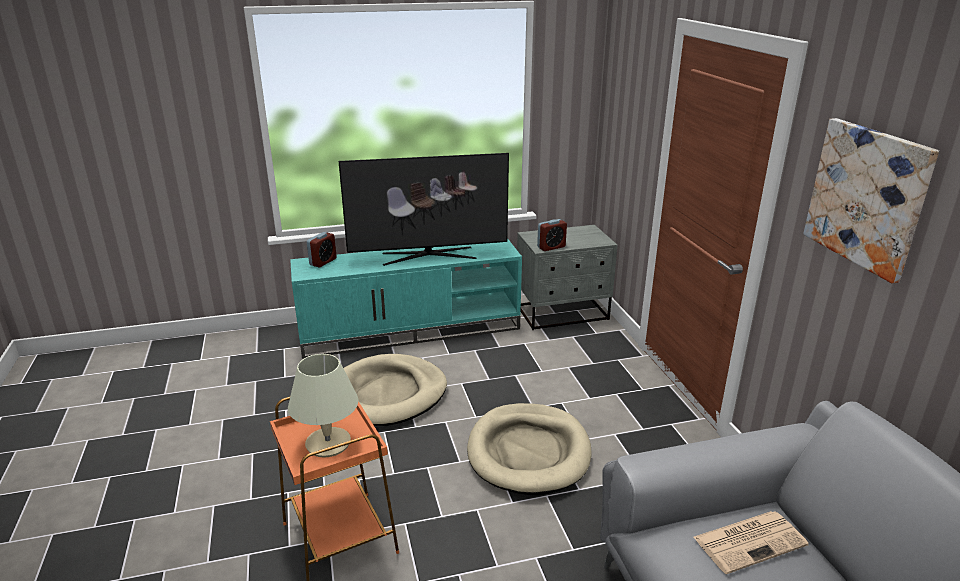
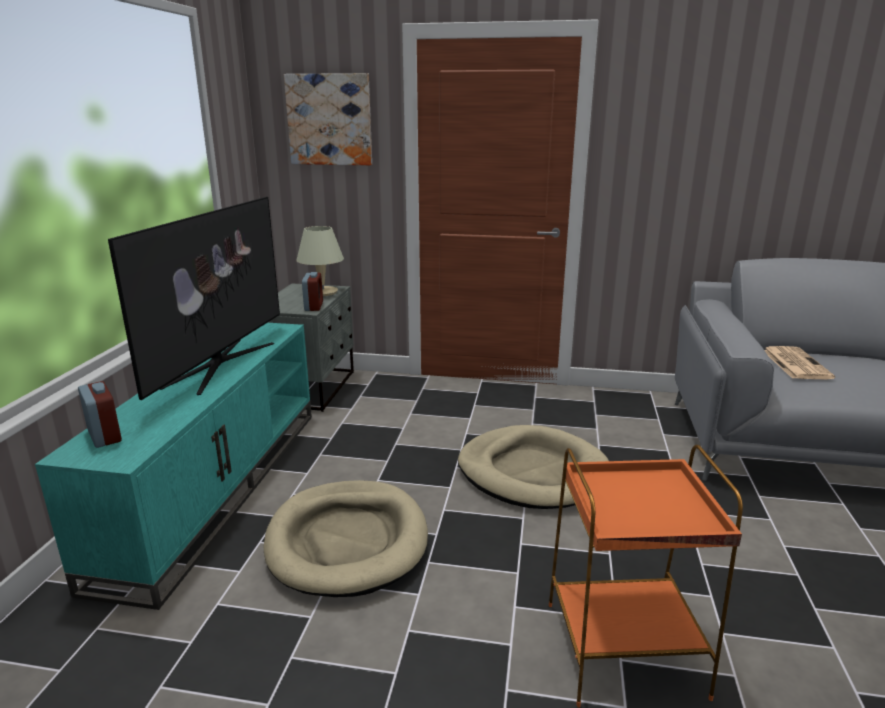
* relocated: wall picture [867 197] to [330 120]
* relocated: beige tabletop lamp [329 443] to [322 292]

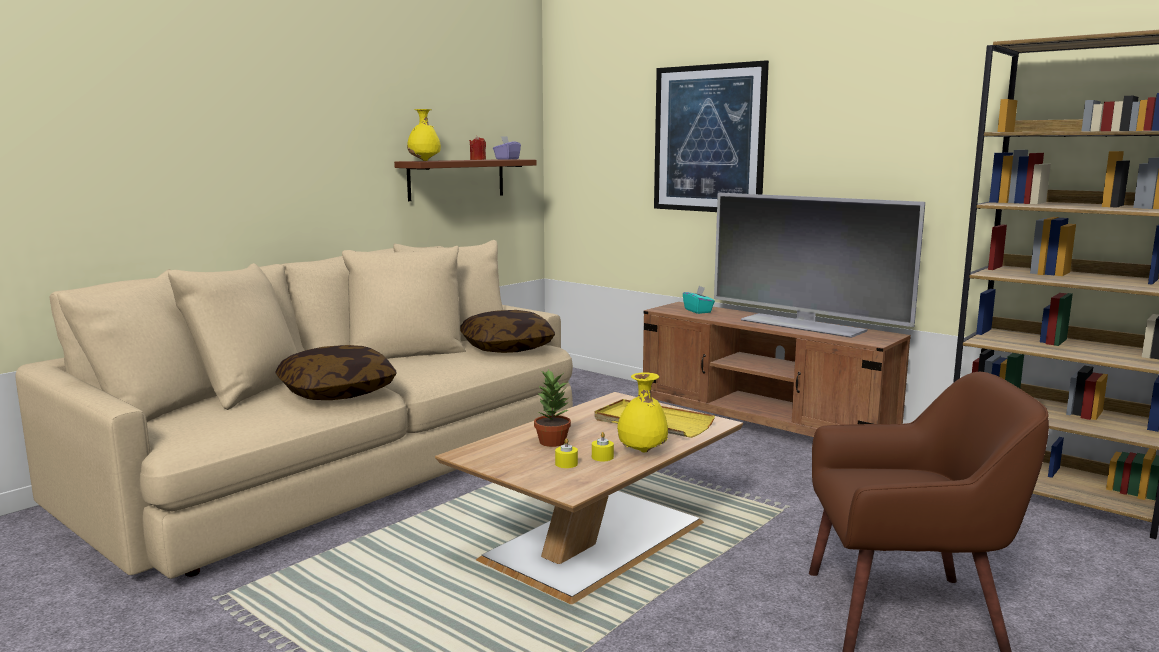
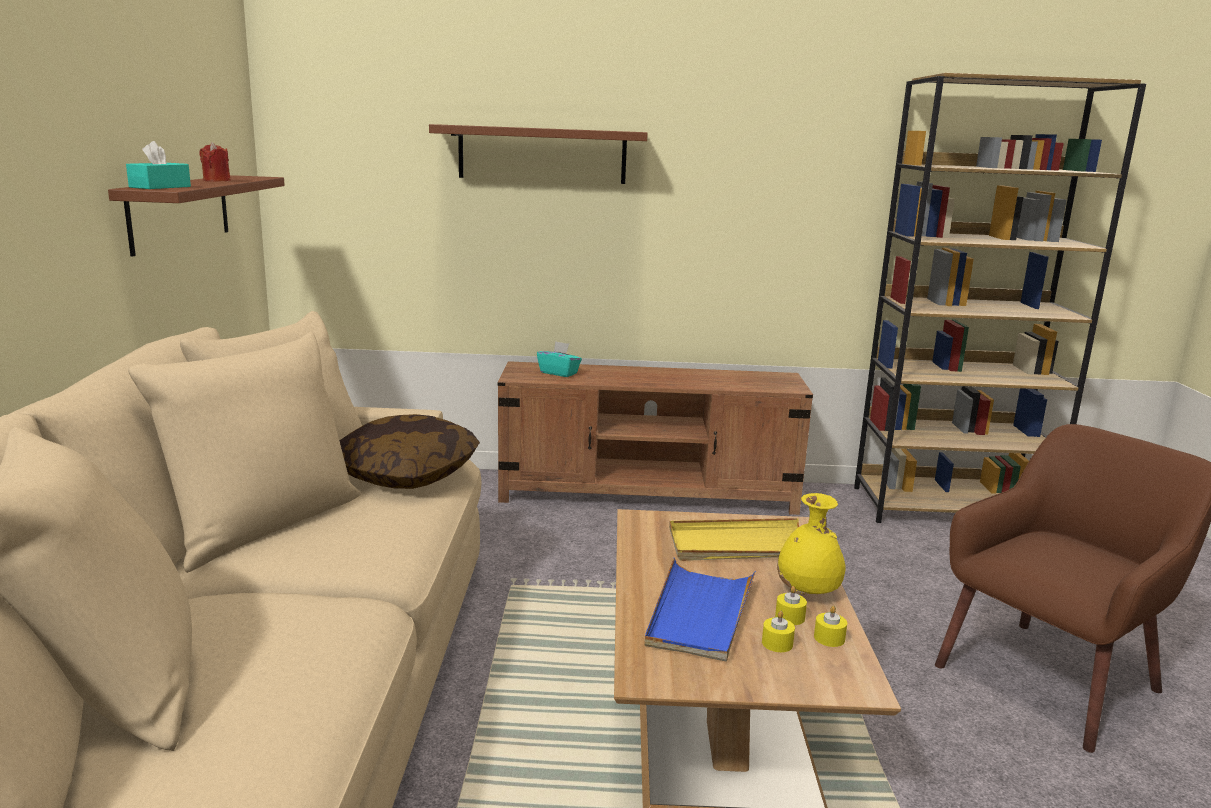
* exchanged: wall picture [708 139] to brown shelf [542 154]
* exchanged: yellow flower vase [424 160] to turquoise box of tissues [160 187]
* missing: purple box of tissues [507 159]
* missing: TV [803 325]
* missing: throw pillow [337 392]
* exchanged: plant in a pot [551 442] to bluish serving tray [699 613]
* appeared: yellow wax light [829 638]

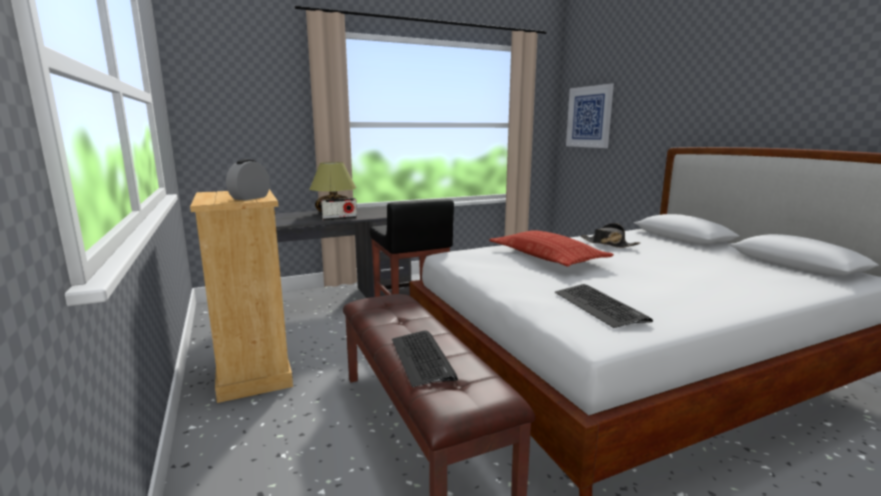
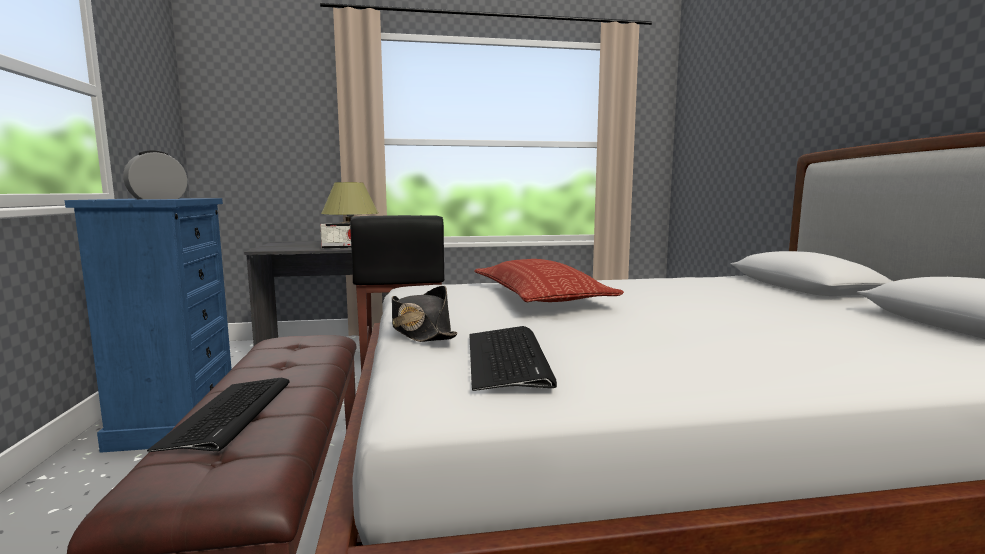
* missing: wall picture [589 117]
* colour: beige chest of drawers [253 372] to bluish chest of drawers [176 421]
* relocated: black-coloured hat [608 244] to [421 331]

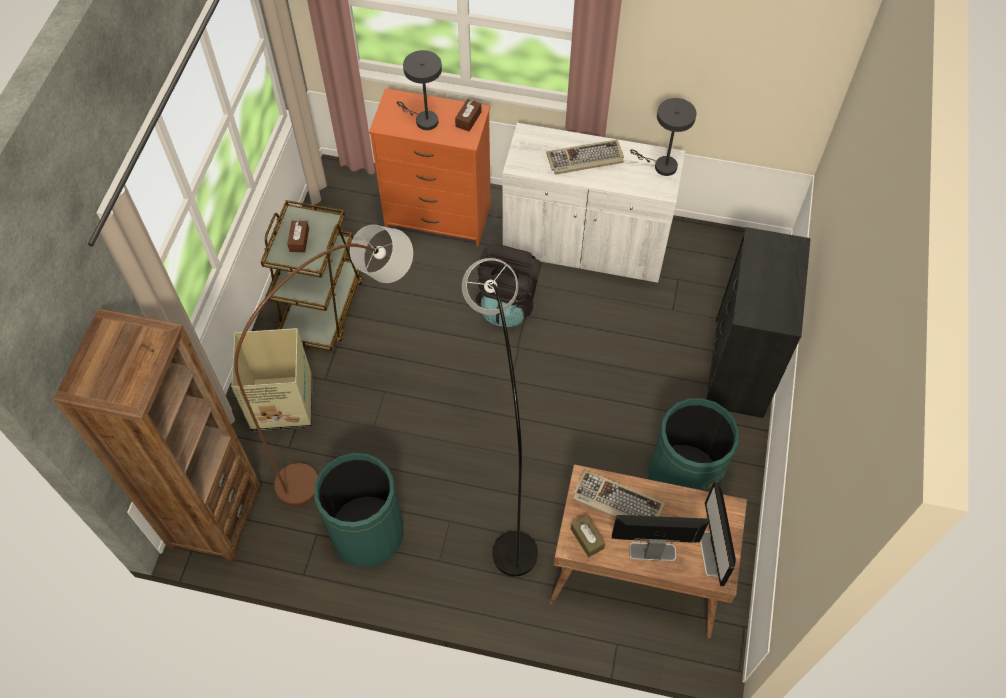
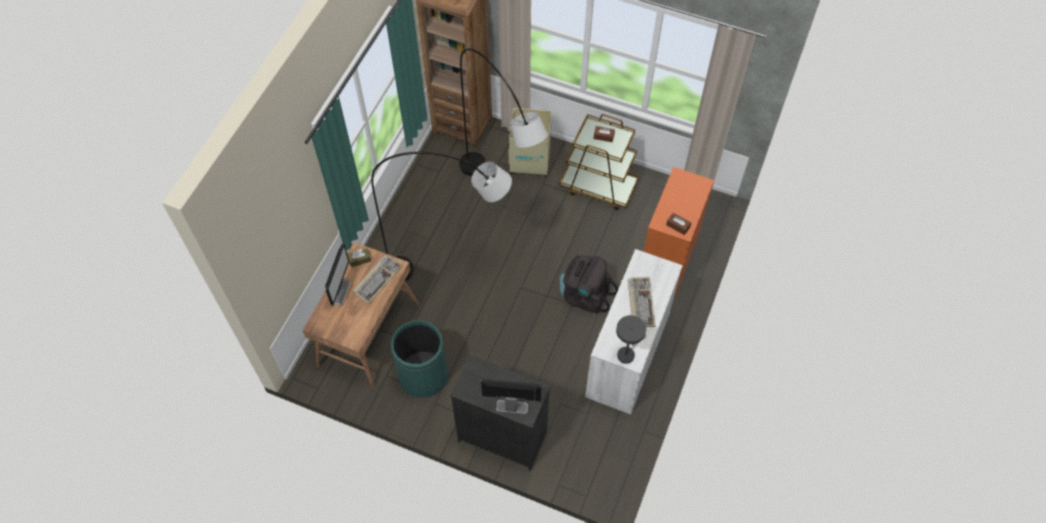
* missing: grey tabletop lamp [423 120]
* colour: brown floor lamp [357 430] to grey floor lamp [502 198]
* missing: green-coloured waste bin [367 533]
* relocated: computer screen [711 554] to [511 407]

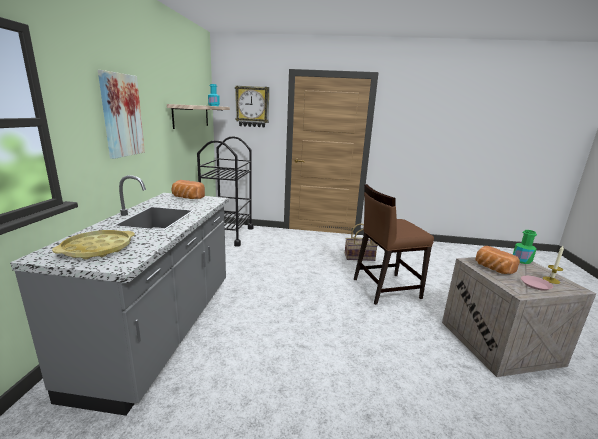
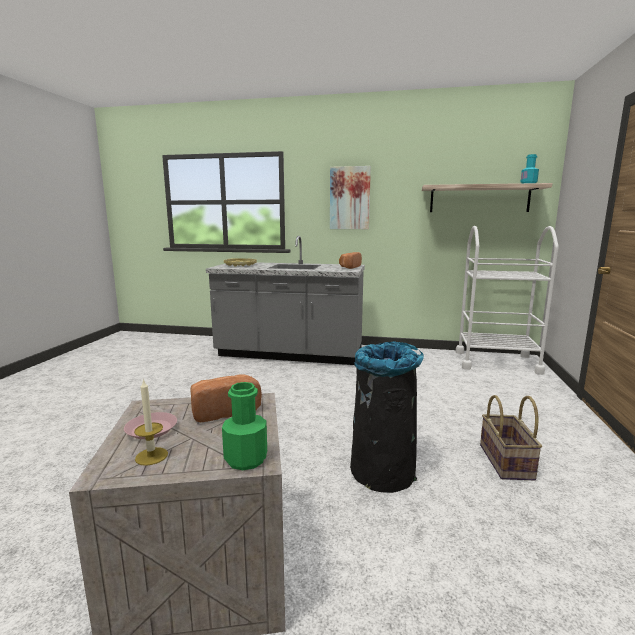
* missing: clock on the wall [252 106]
* colour: black-coloured wheeled cart [228 235] to white-coloured wheeled cart [496 362]
* exchanged: brown upright chair [385 288] to black-coloured waste bin [382 470]

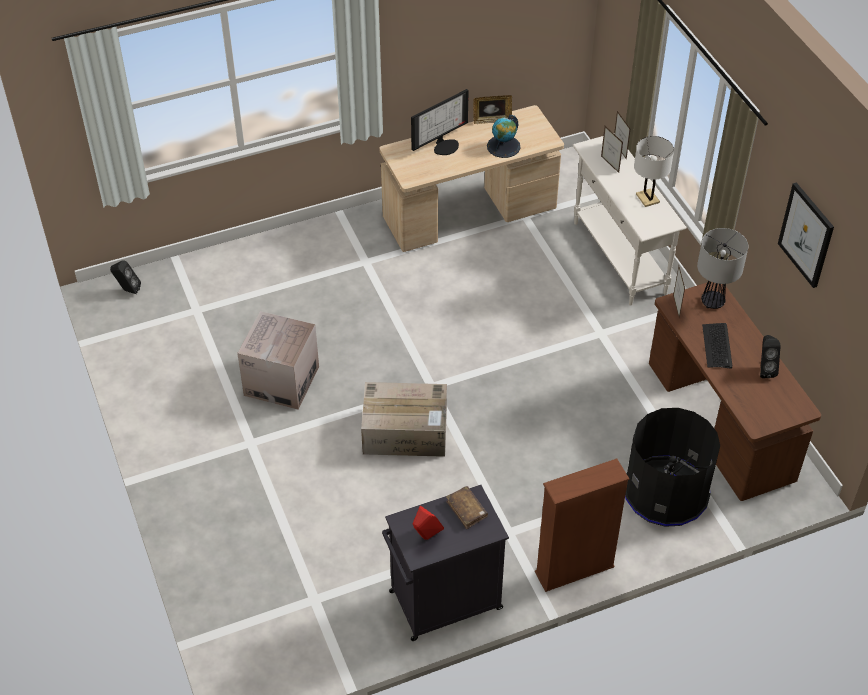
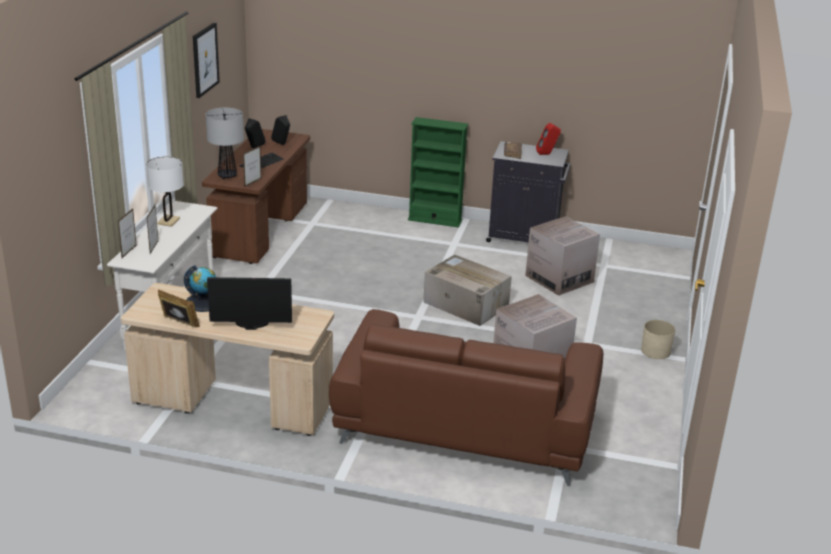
* relocated: black-coloured audio speaker [127 290] to [282 144]
* missing: black-coloured waste bin [666 492]
* colour: brown shelving unit [574 570] to green-coloured shelving unit [435 220]
* appeared: cardboard box [559 279]
* appeared: brown settee [465 425]
* appeared: beige flower pot [656 351]

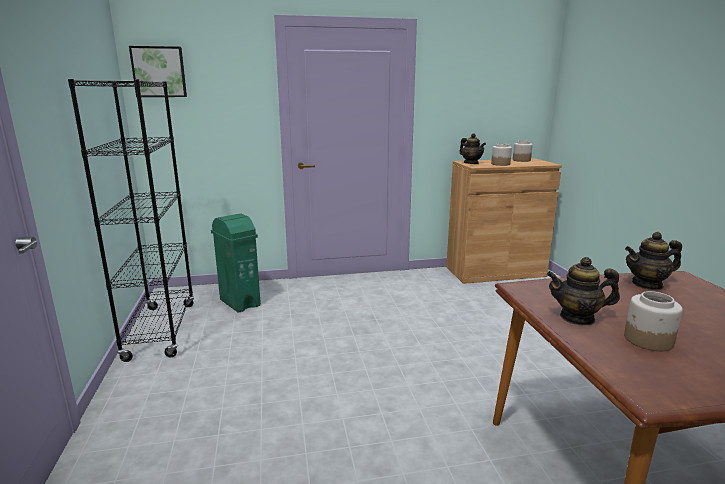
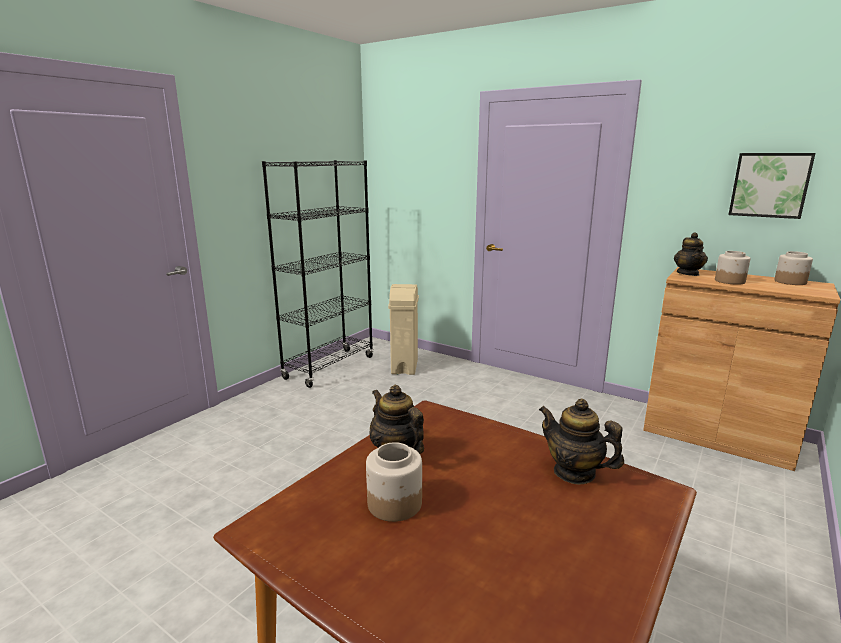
* relocated: wall picture [159 72] to [769 185]
* colour: green-coloured waste bin [240 302] to beige waste bin [405 367]

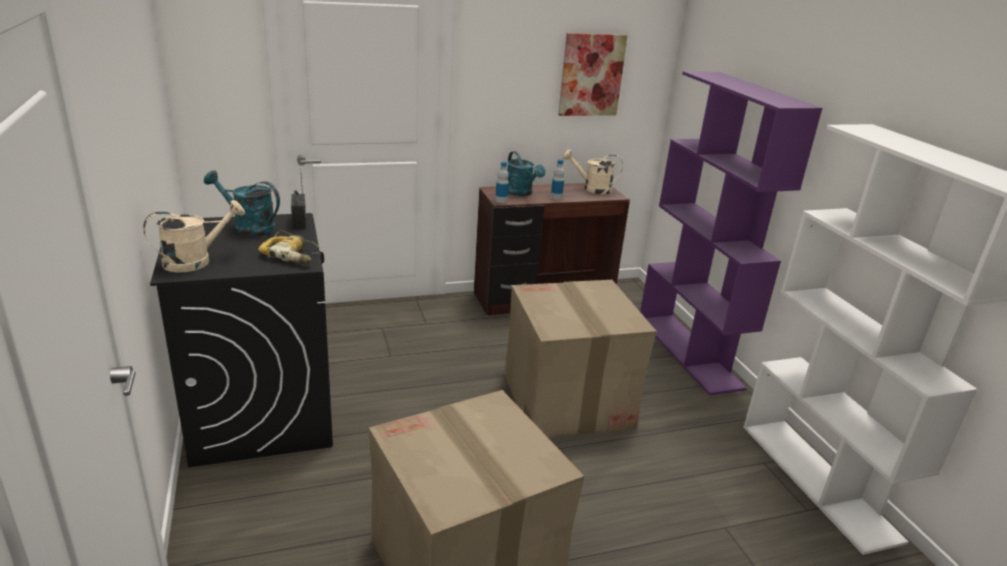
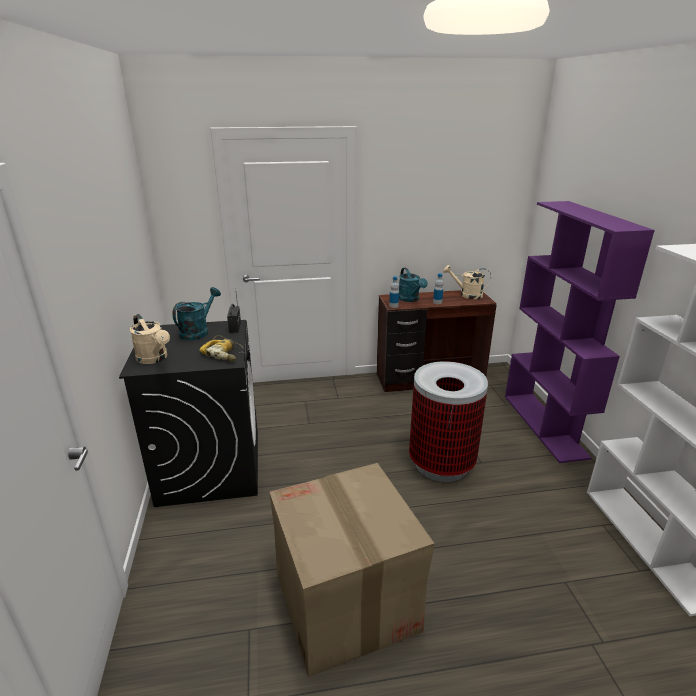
* missing: wall picture [591 75]
* spun: turquoise watering can [248 227] = [198 331] 90 degrees clockwise
* spun: beige watering can [196 261] = [154 359] 75 degrees clockwise
* exchanged: cardboard box [567 400] to waste bin [441 464]

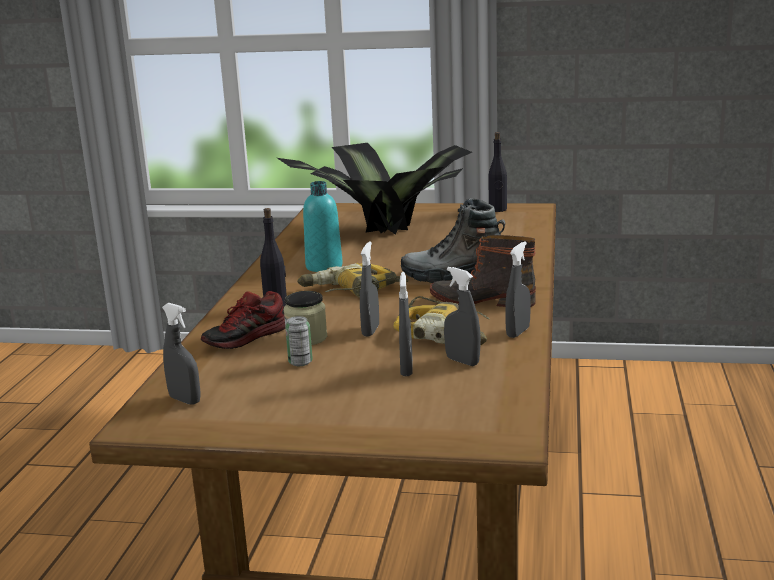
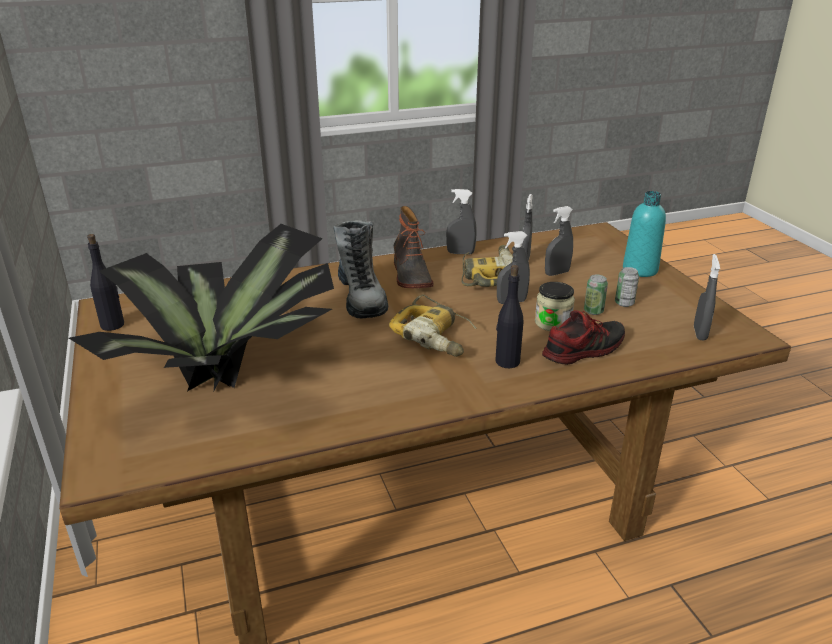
* relocated: turquoise drink bottle [324 266] to [640 270]
* spun: item of footwear [247 337] = [583 350] 45 degrees counterclockwise
* appeared: metal can [624 303]

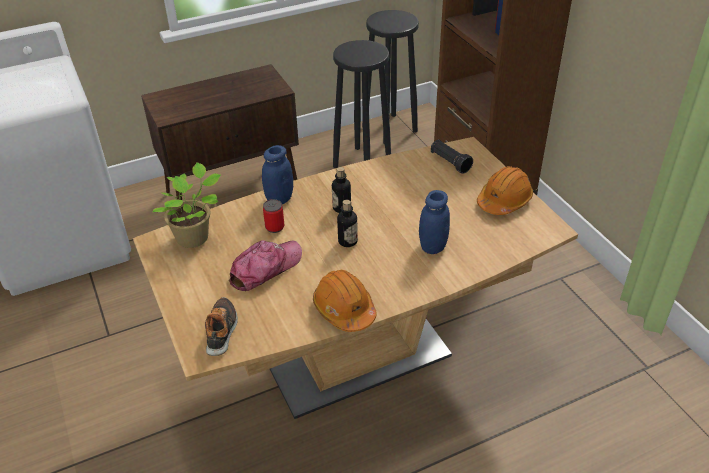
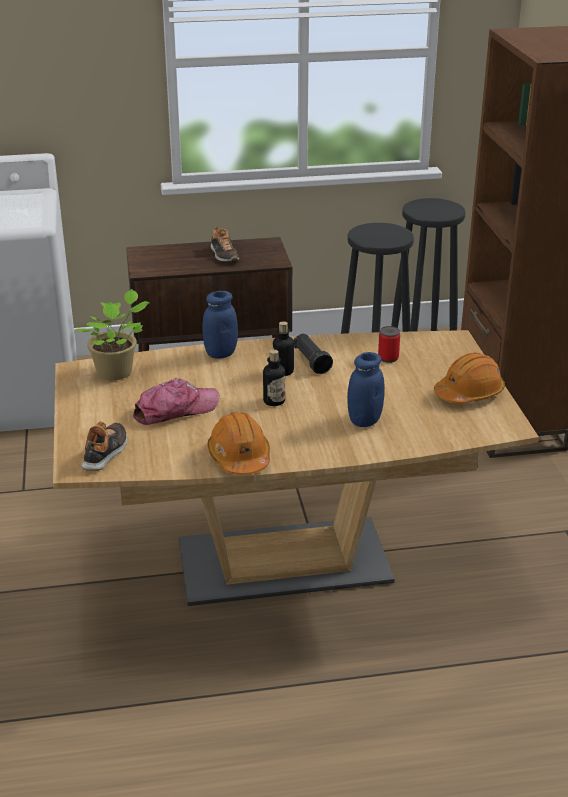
* relocated: black-coloured hand torch [450 162] to [311 362]
* relocated: metal can [275 227] to [388 358]
* appeared: item of footwear [223 255]

